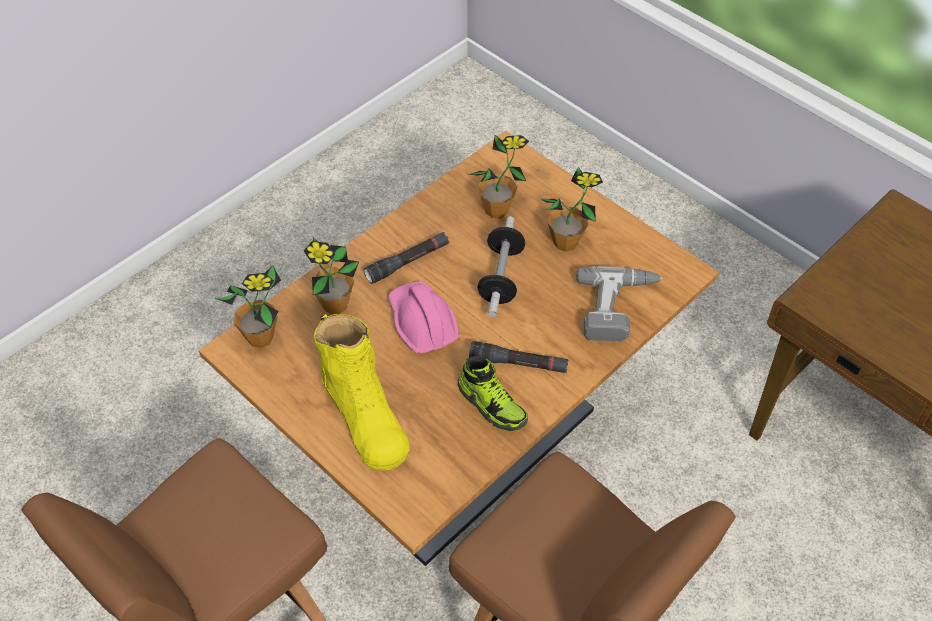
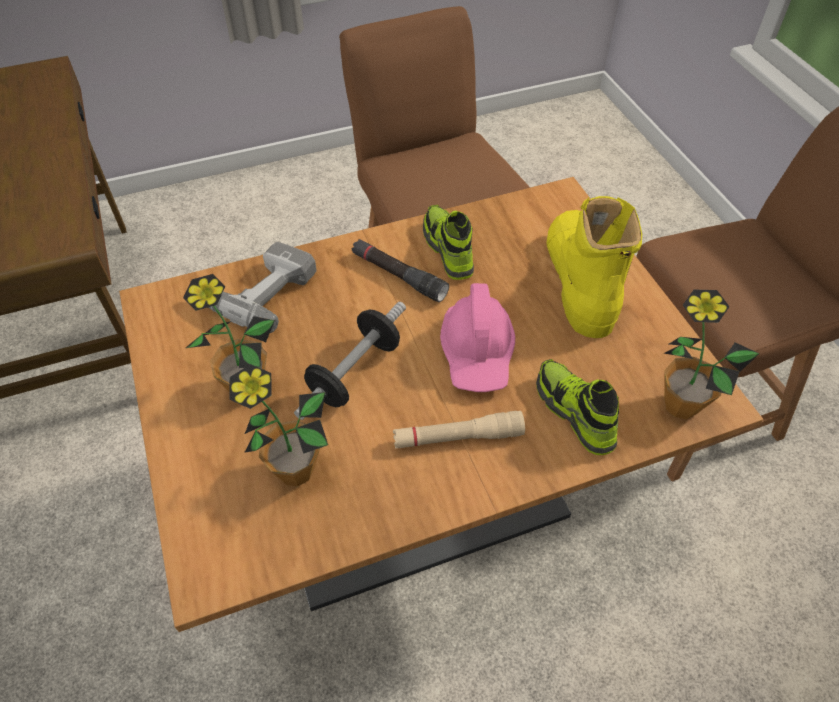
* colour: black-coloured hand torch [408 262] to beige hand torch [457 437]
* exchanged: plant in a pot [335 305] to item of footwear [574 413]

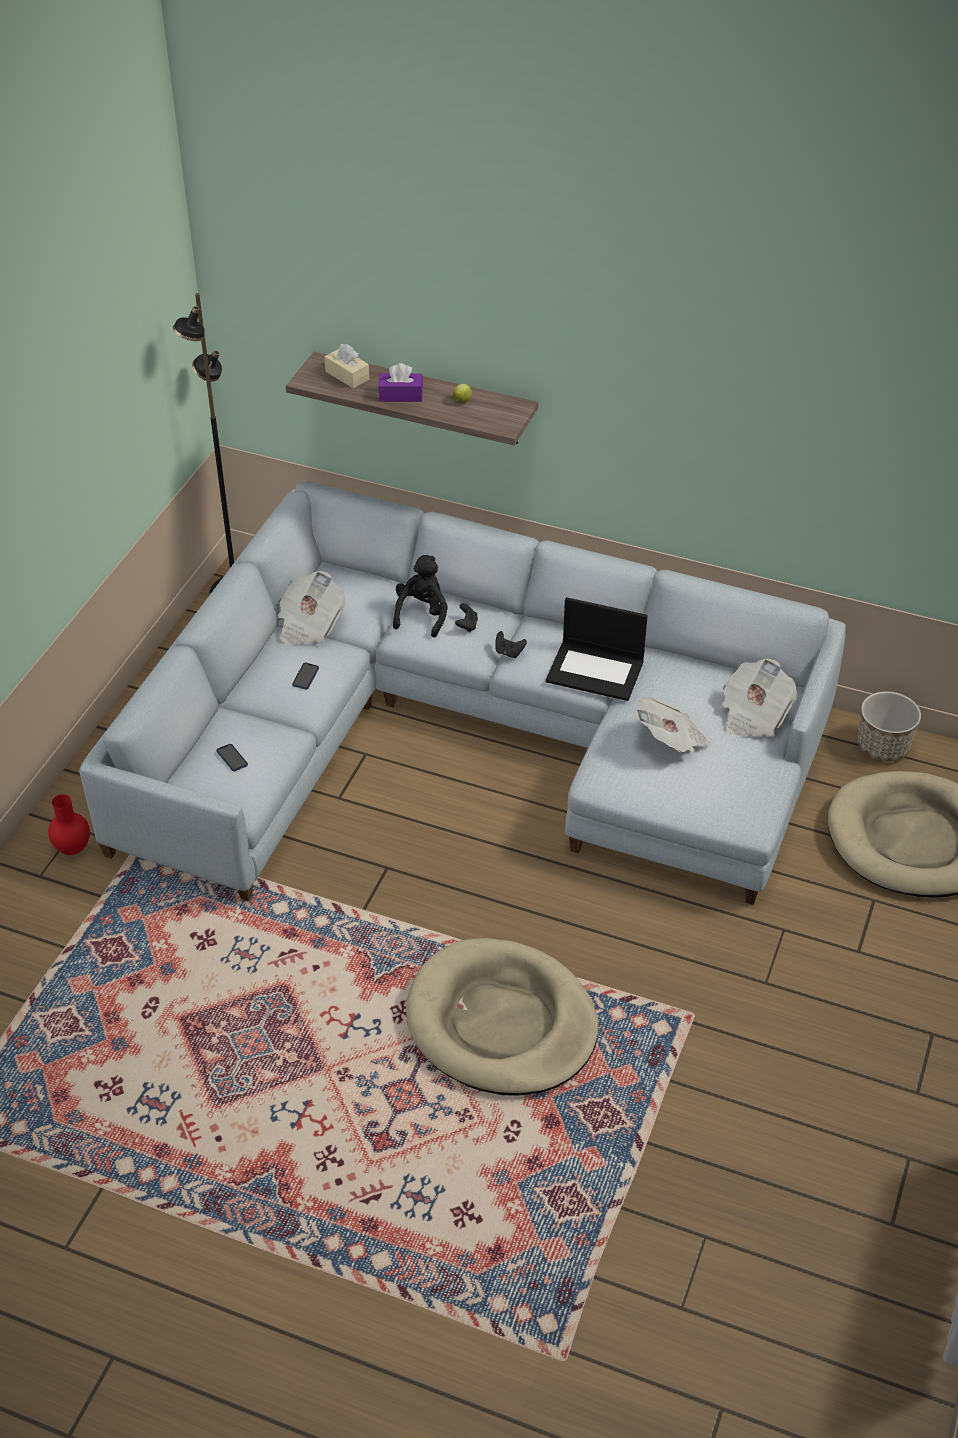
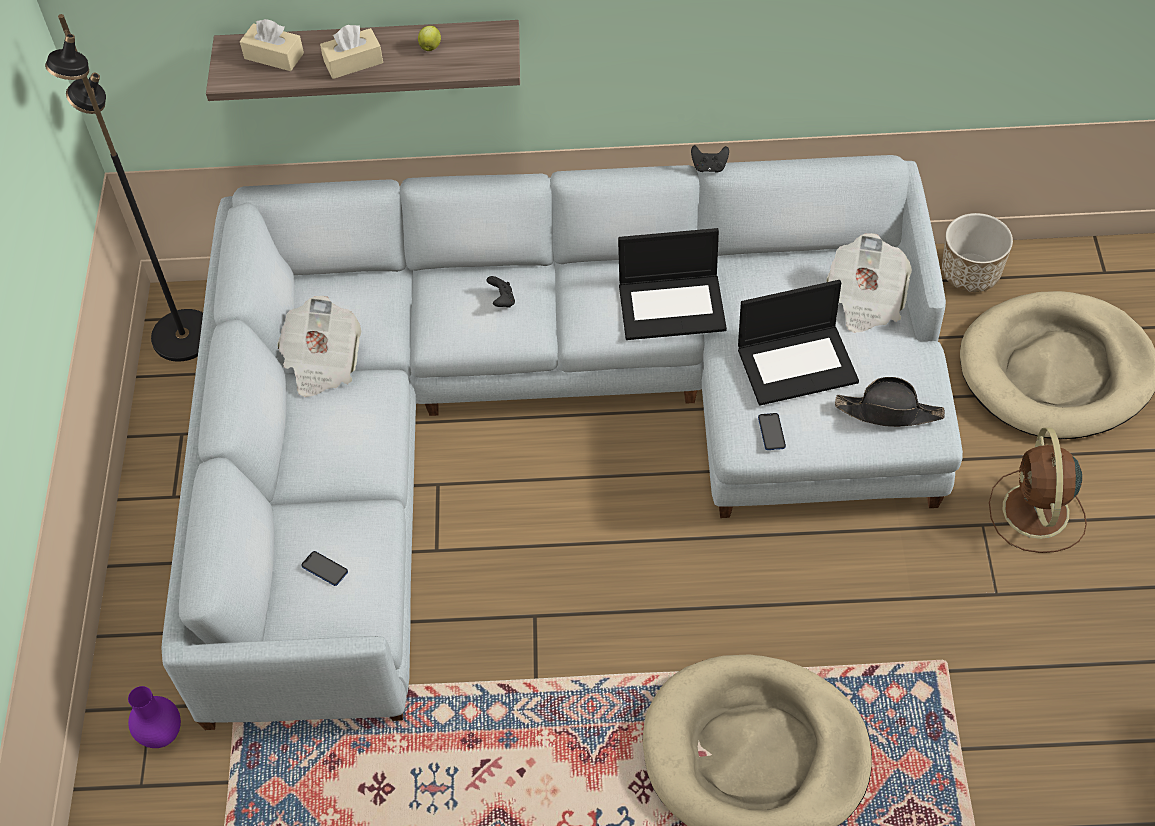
* colour: purple box of tissues [401 395] to beige box of tissues [353 62]
* missing: black-coloured cuddly toy [422 615]
* relocated: black-coloured gamepad [509 652] to [709 167]
* relocated: telephone [305 677] to [771 432]
* exchanged: newspaper [671 740] to notebook computer [798 363]
* colour: reddish flower vase [73 848] to purple flower vase [162 734]
* appeared: black-coloured hat [889 412]
* appeared: brown electric fan [1036 513]

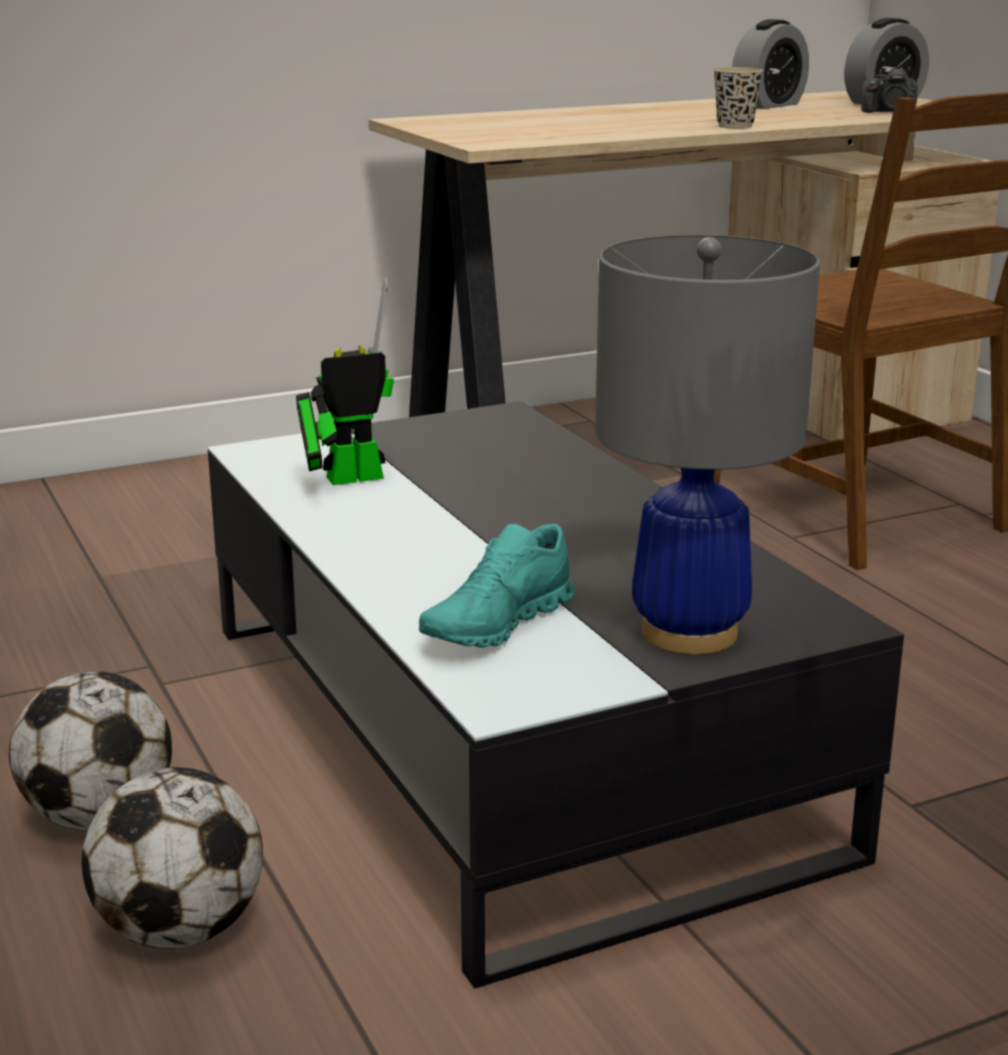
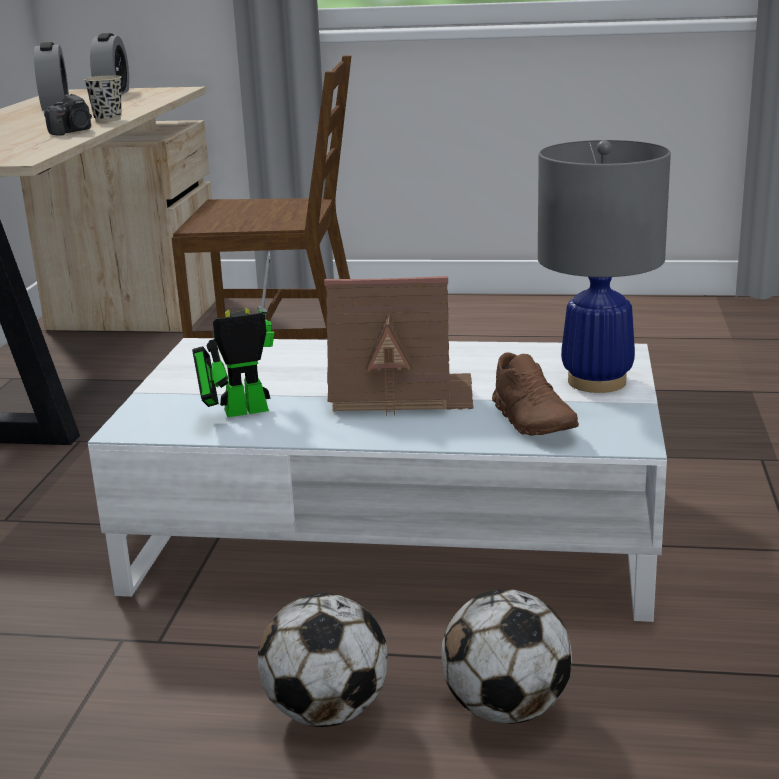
* relocated: photo camera [889 111] to [73 131]
* spun: toy robot [345 479] = [238 411] 60 degrees clockwise
* colour: black-coloured coffee table [504 732] to white-coloured coffee table [395 534]
* colour: turquoise item of footwear [498 624] to brown item of footwear [533 420]
* appeared: miniature house [400 393]

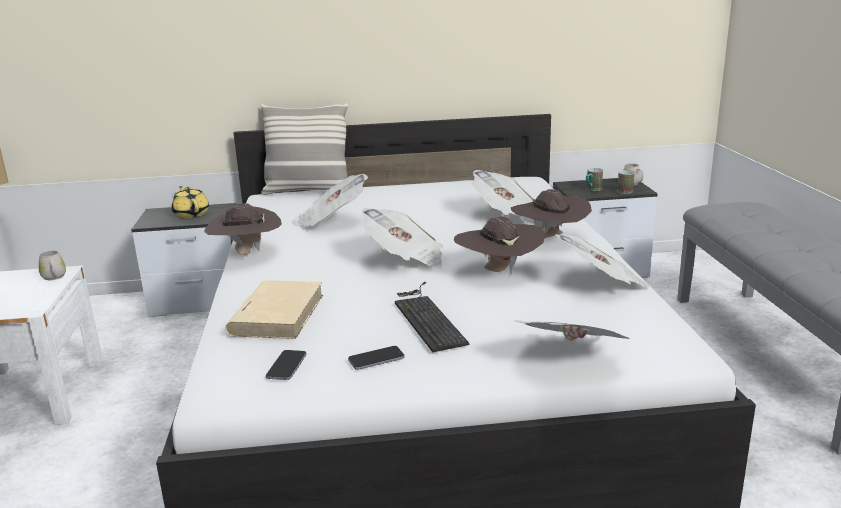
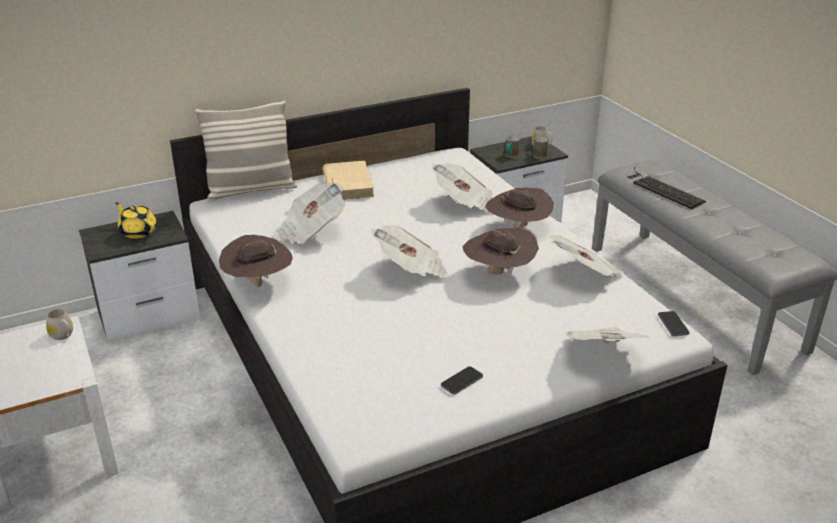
* relocated: beige bound book [277 314] to [347 184]
* relocated: PC keyboard [426 317] to [662 189]
* relocated: telephone [286 366] to [673 325]

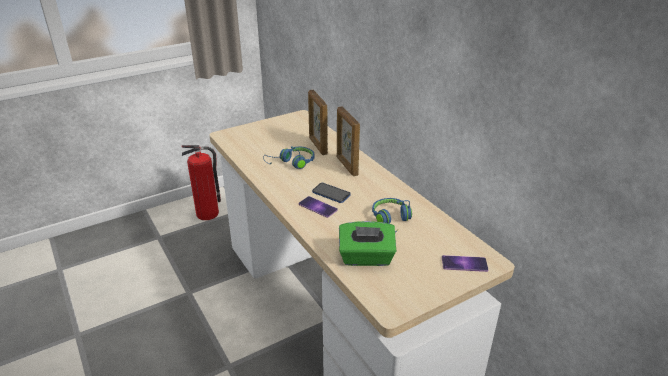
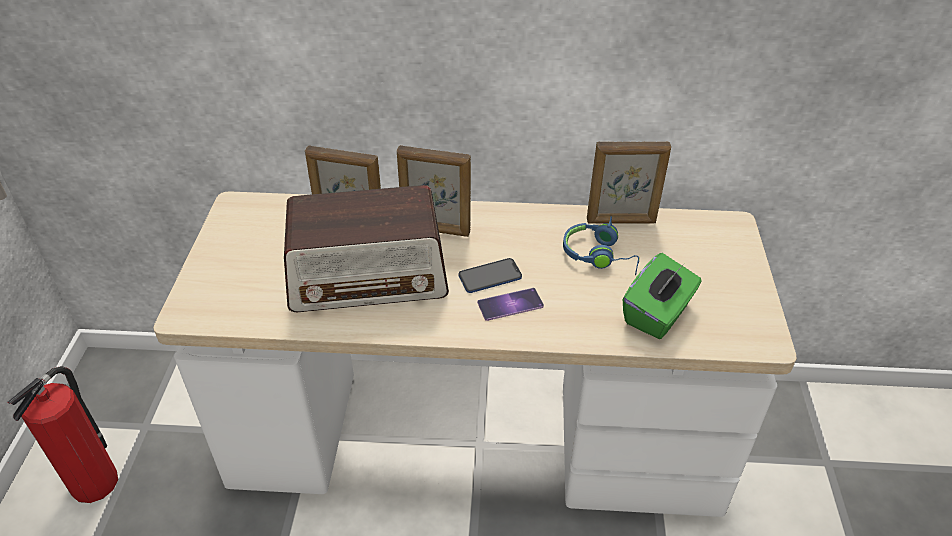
* exchanged: bluish pair of headphones [292 163] to radio [369 277]
* missing: telephone [464 263]
* appeared: photo frame [621 221]

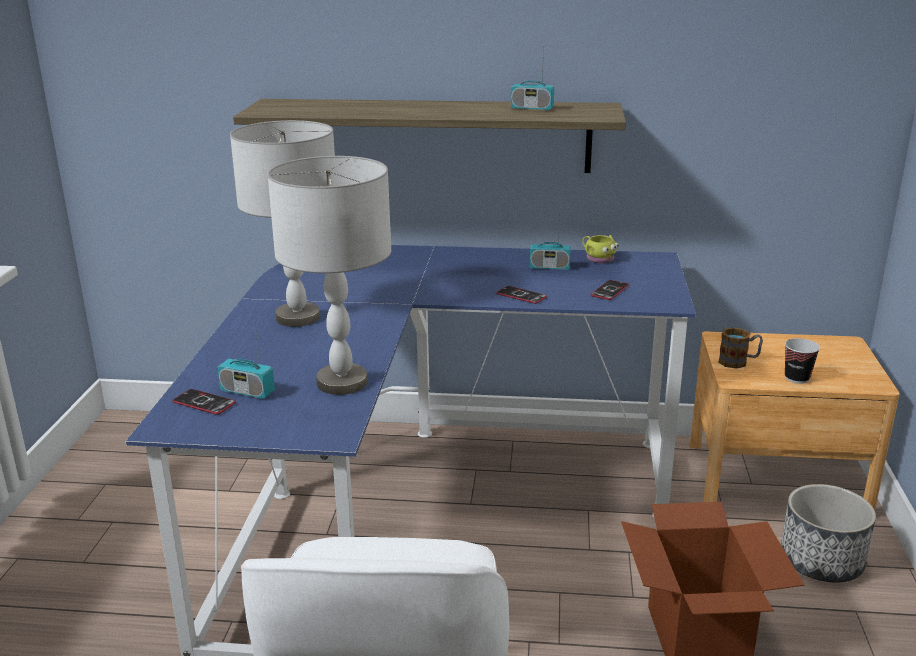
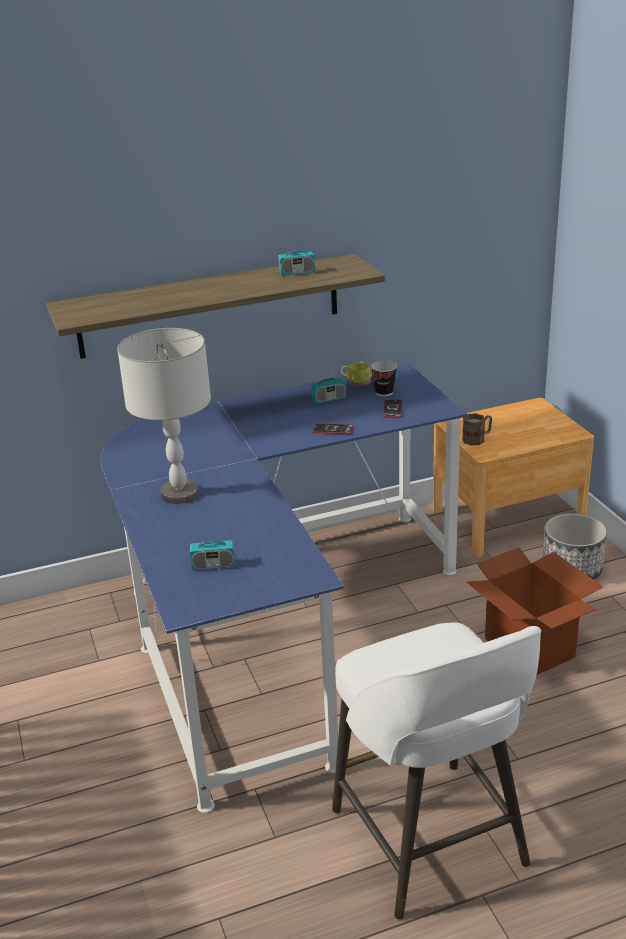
* missing: grey tabletop lamp [342 383]
* relocated: small cup [797 378] to [384 392]
* missing: telephone [204 403]

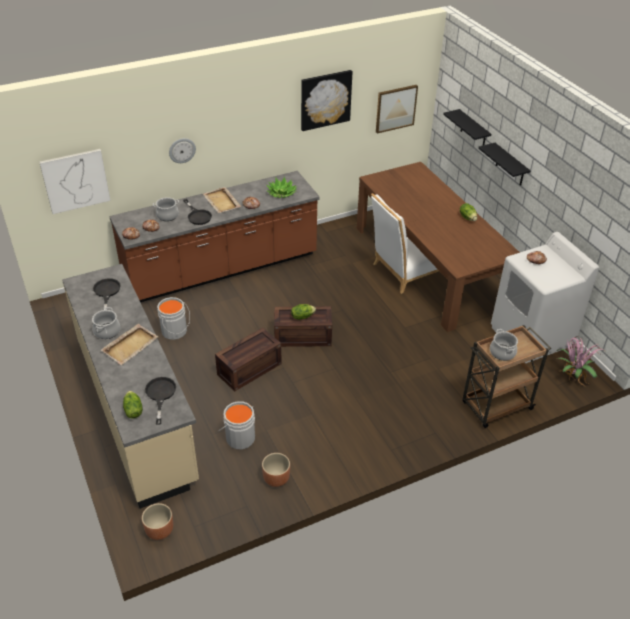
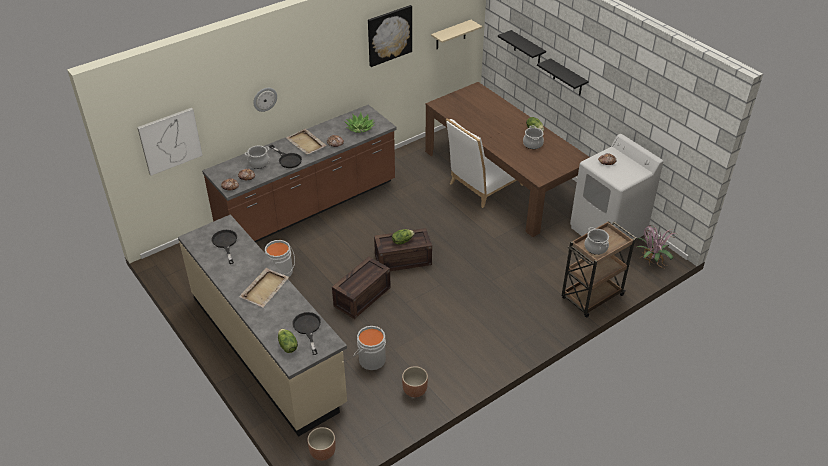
* exchanged: wall picture [395 108] to beige shelf [451 35]
* relocated: stockpot [107 331] to [533 144]

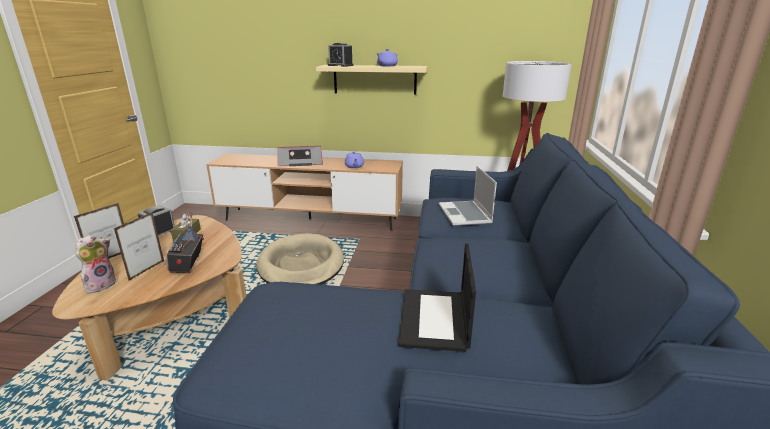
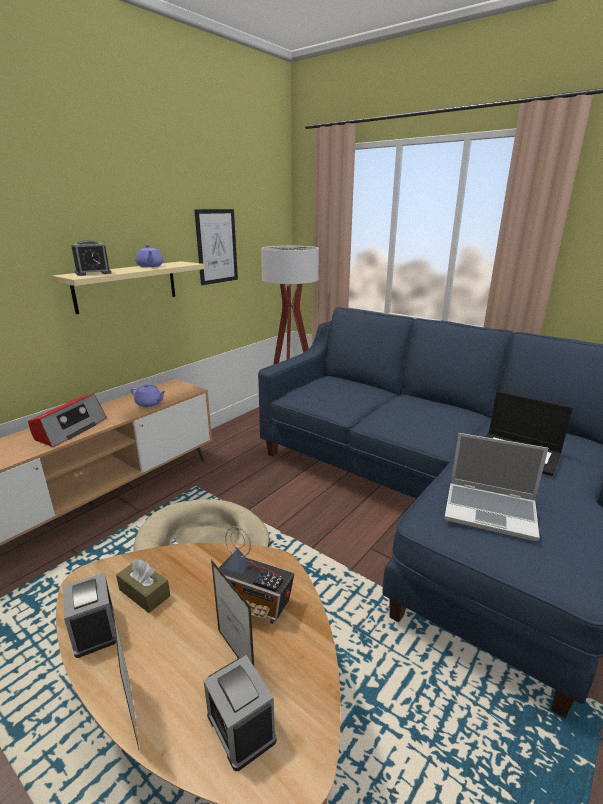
* relocated: notebook computer [465 214] to [491 511]
* exchanged: cuddly toy [101 285] to bedside clock [241 727]
* appeared: wall picture [217 246]

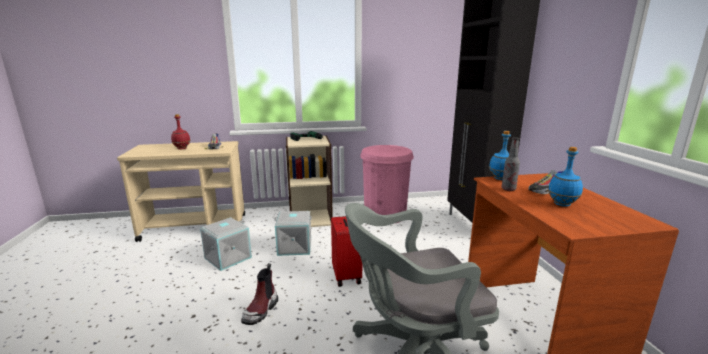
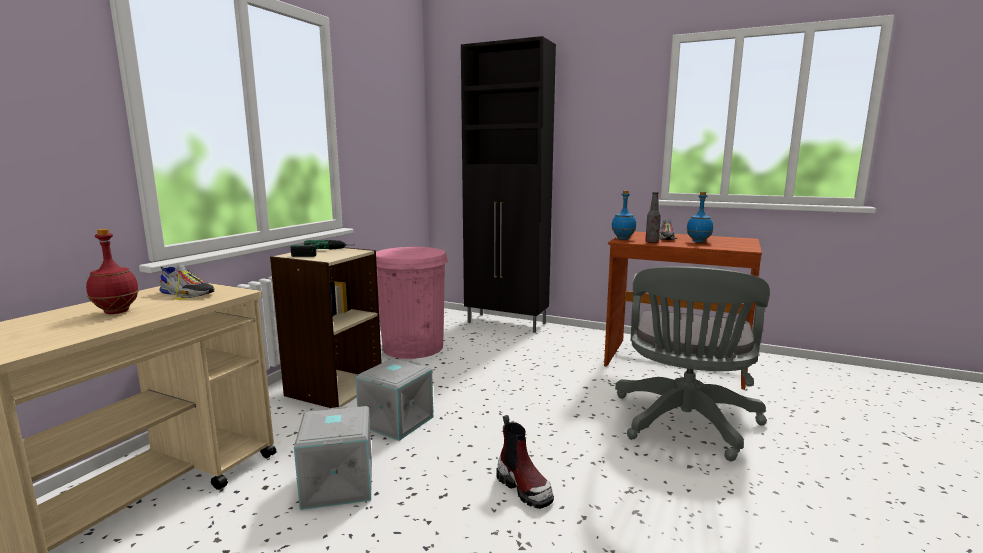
* missing: reddish travel case [347 276]

